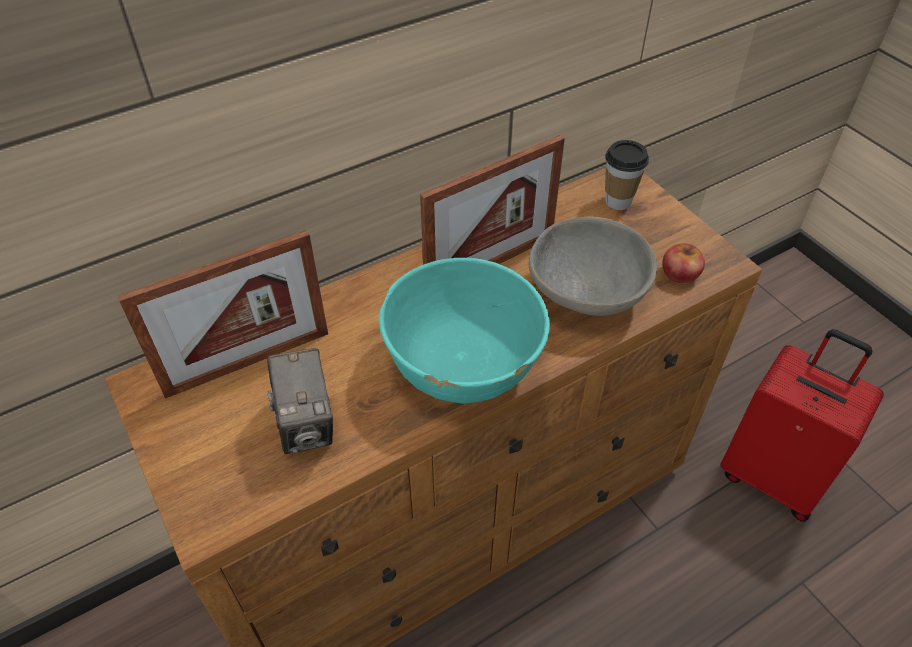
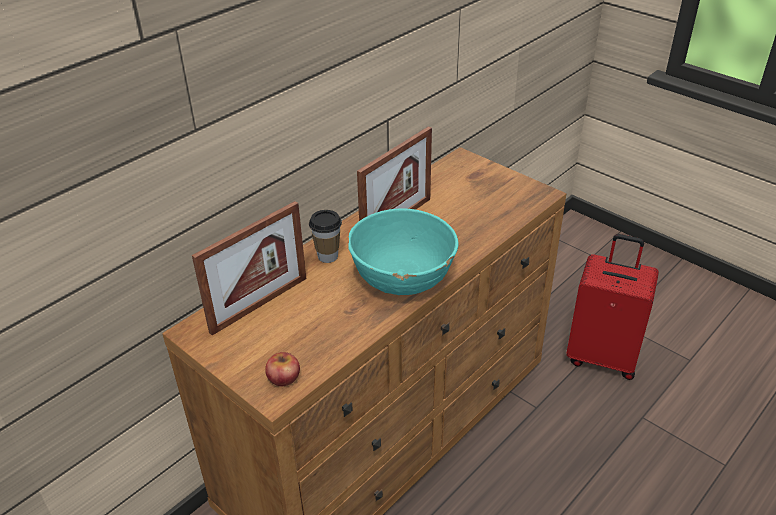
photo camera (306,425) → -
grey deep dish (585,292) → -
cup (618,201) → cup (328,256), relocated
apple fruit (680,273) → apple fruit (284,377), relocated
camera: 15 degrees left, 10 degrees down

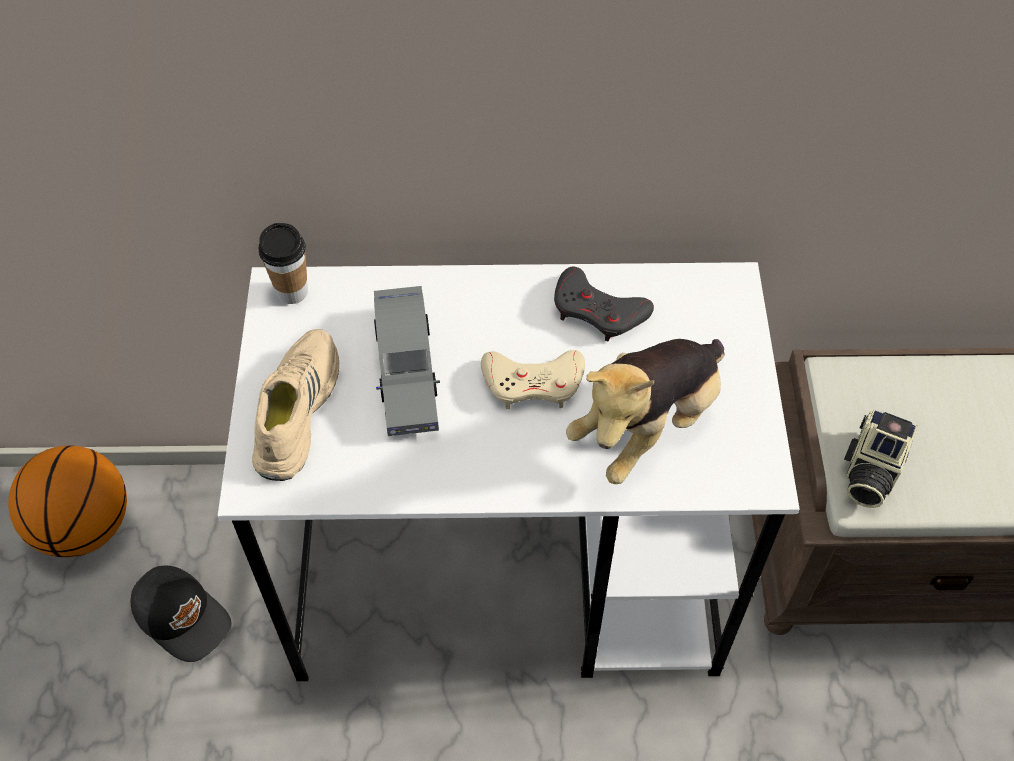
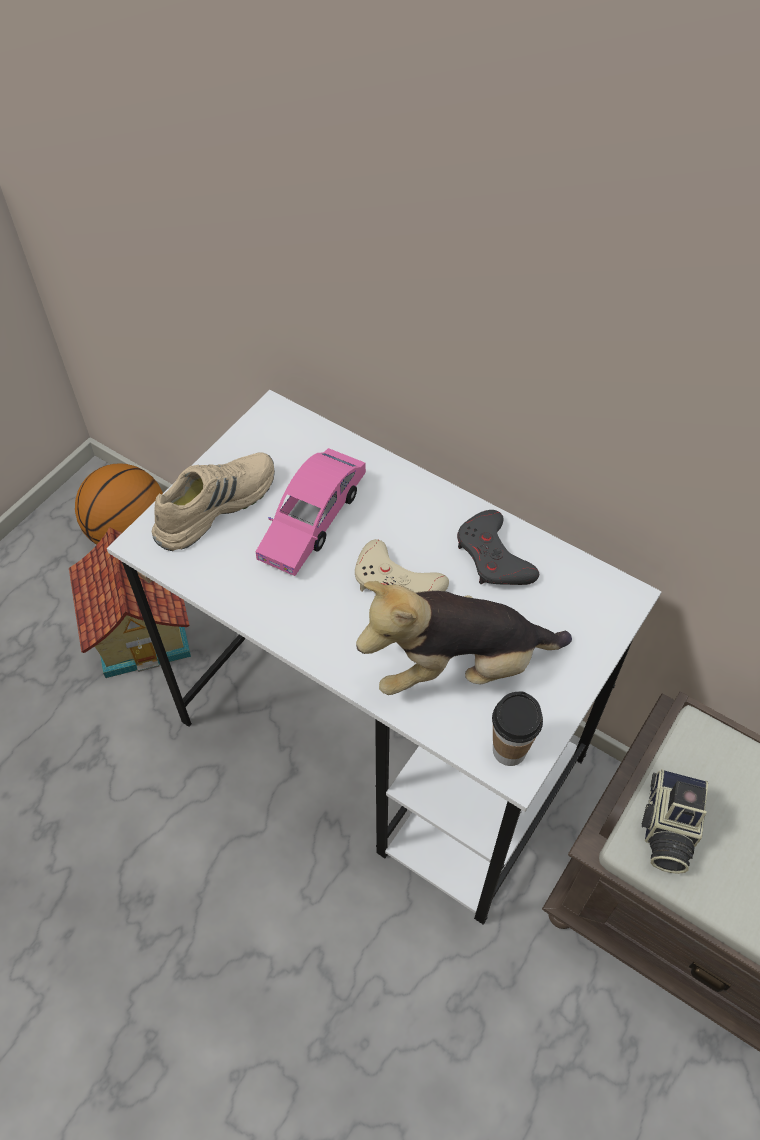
black cap (183,615) → model house (144,630)
cup (292,291) → cup (509,750), relocated
grey toy car (406,370) → pinkish toy car (313,520)
photo camera (869,470) → photo camera (666,829), 45 degrees counterclockwise
camera: 35 degrees right, 0 degrees up

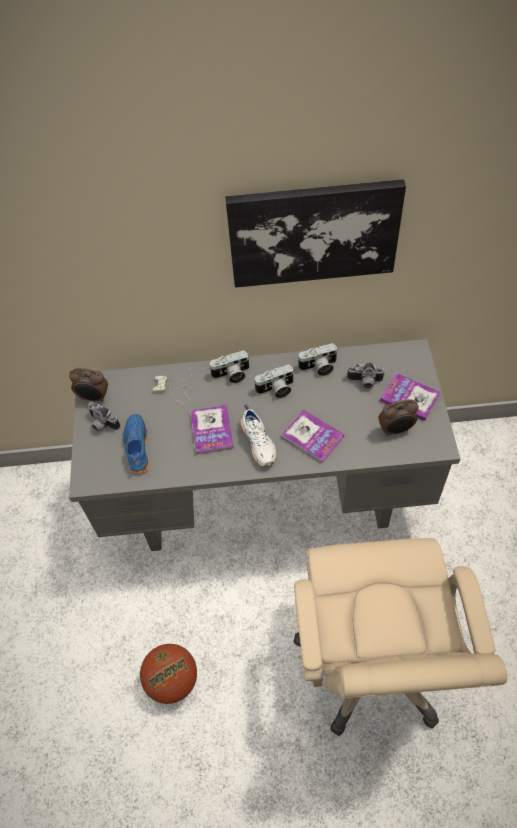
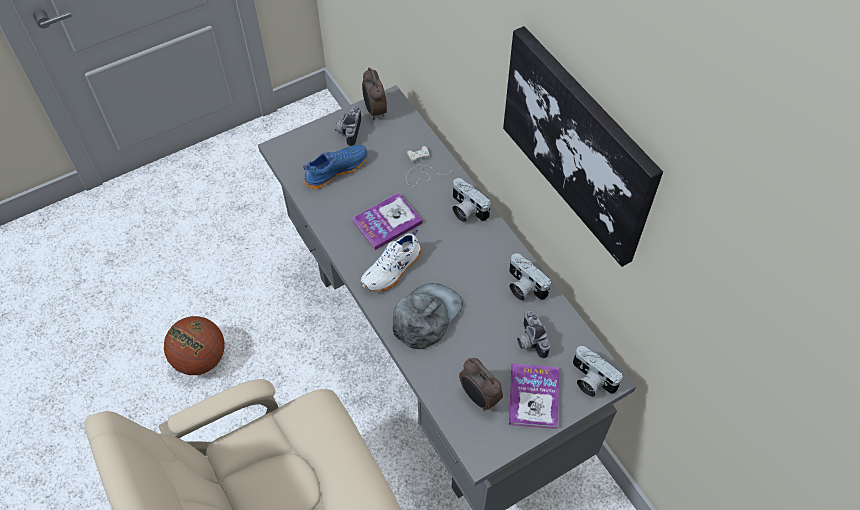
photo camera (276,389) → photo camera (590,380), relocated
book (312,437) → grey cap (425,316)
camera: 60 degrees right, 0 degrees up

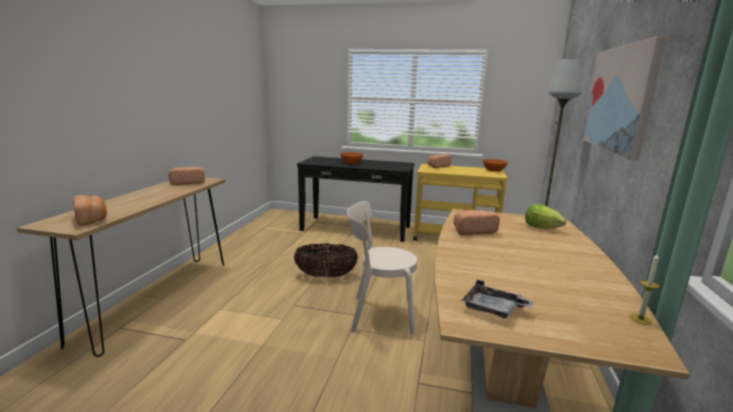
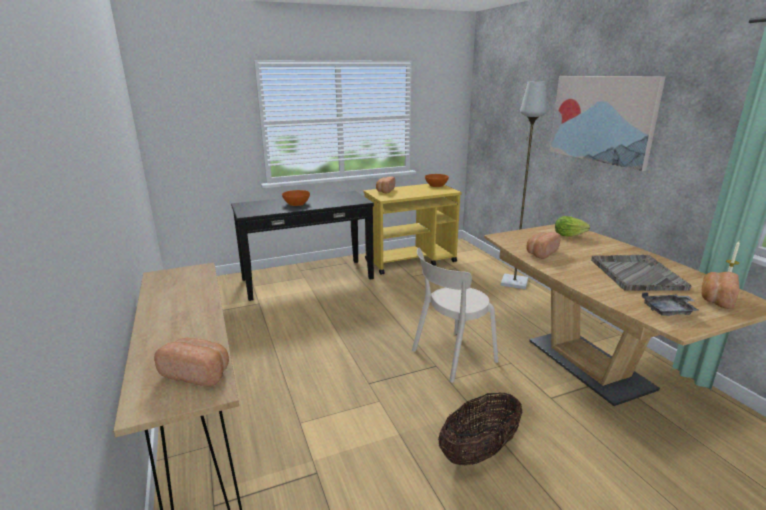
baked bread (188,183) → baked bread (715,299), relocated
storage basket (326,276) → storage basket (479,451), relocated
- → grey tray (636,274)
camera: 35 degrees left, 5 degrees up

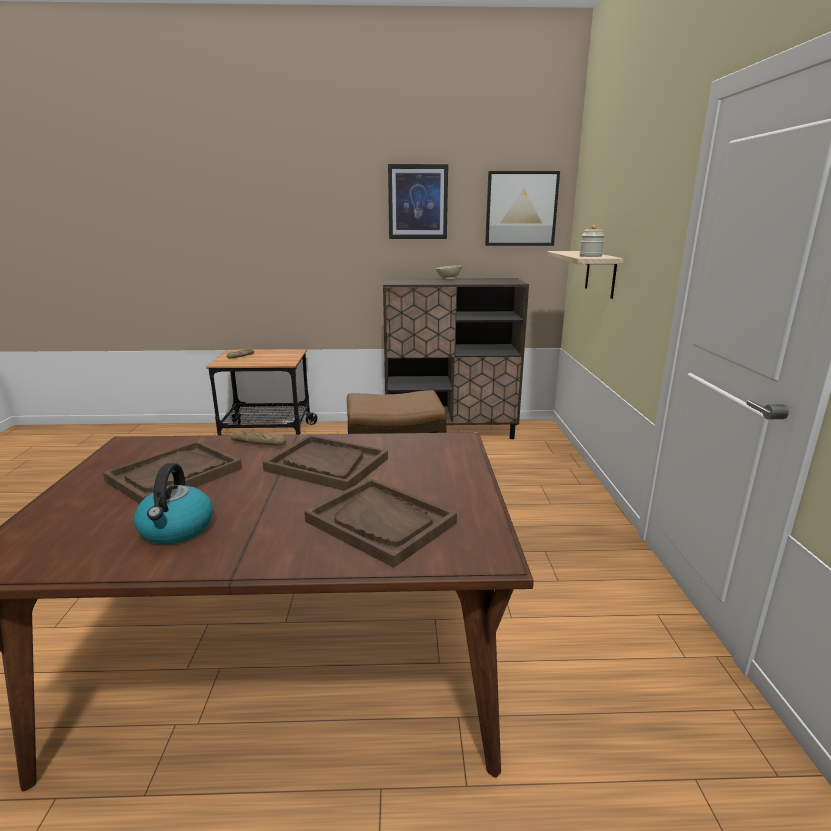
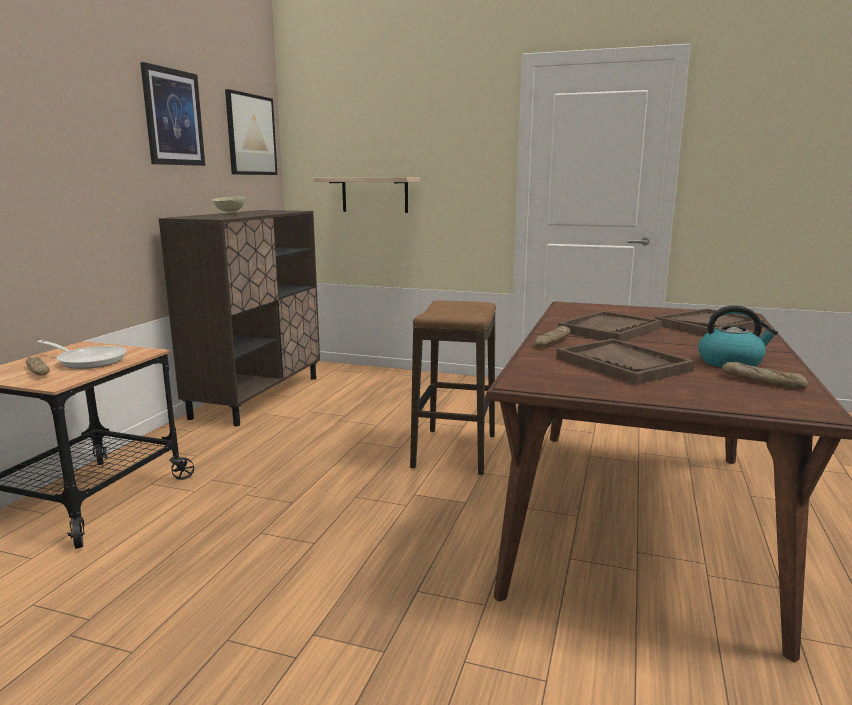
jar (590,256) → -
- → pan (88,360)
- → baked bread (762,382)
camera: 70 degrees left, 5 degrees down

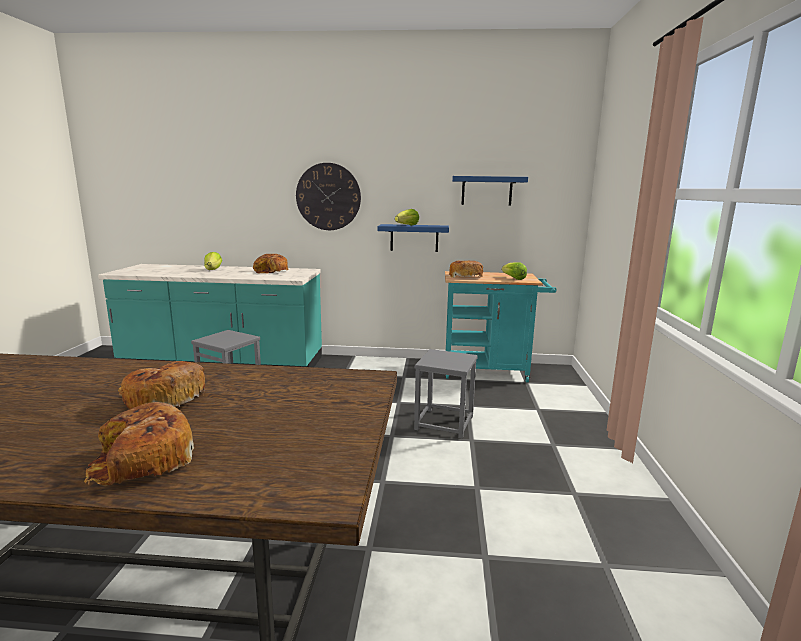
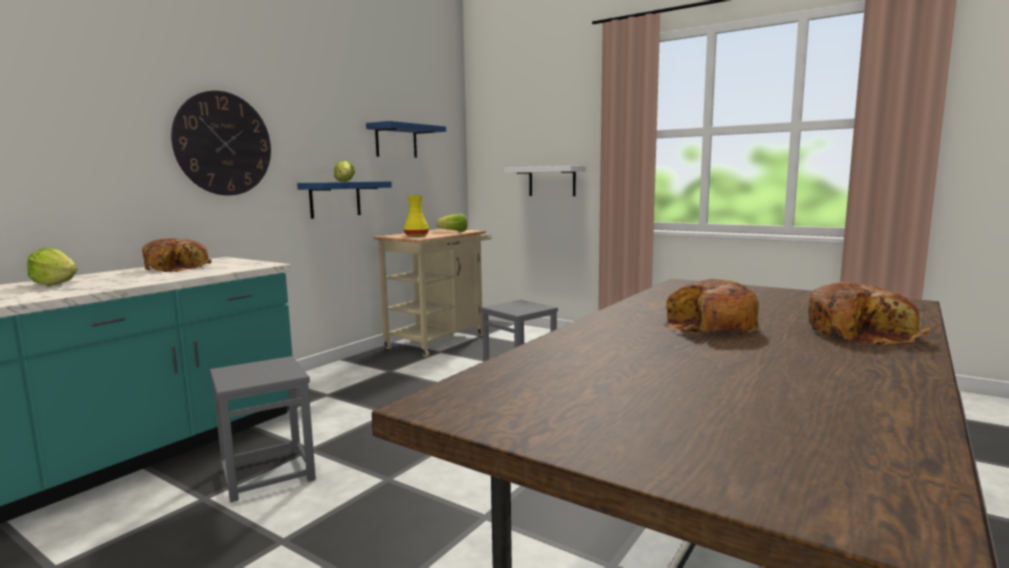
turquoise wheeled cart (491,372) → beige wheeled cart (440,340)
baked bread (465,276) → yellowish decorative vase (417,236)
- → white bracket shelf (552,181)
camera: 60 degrees left, 5 degrees down

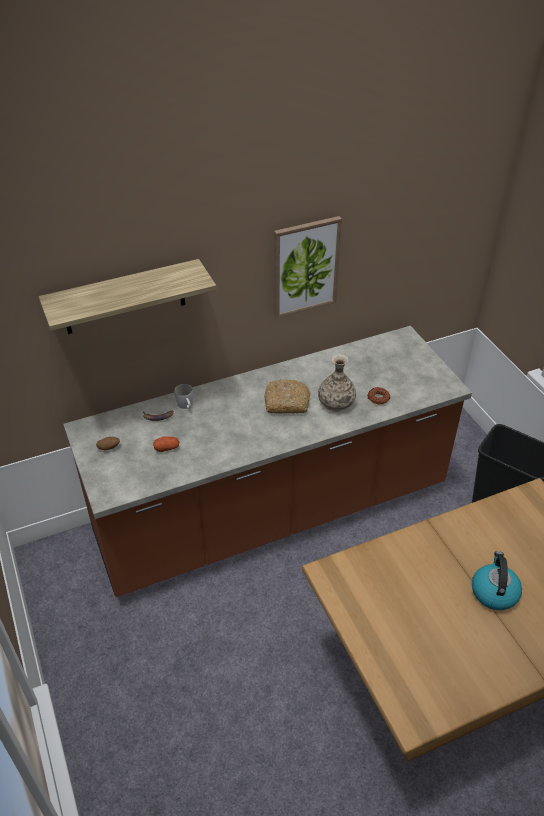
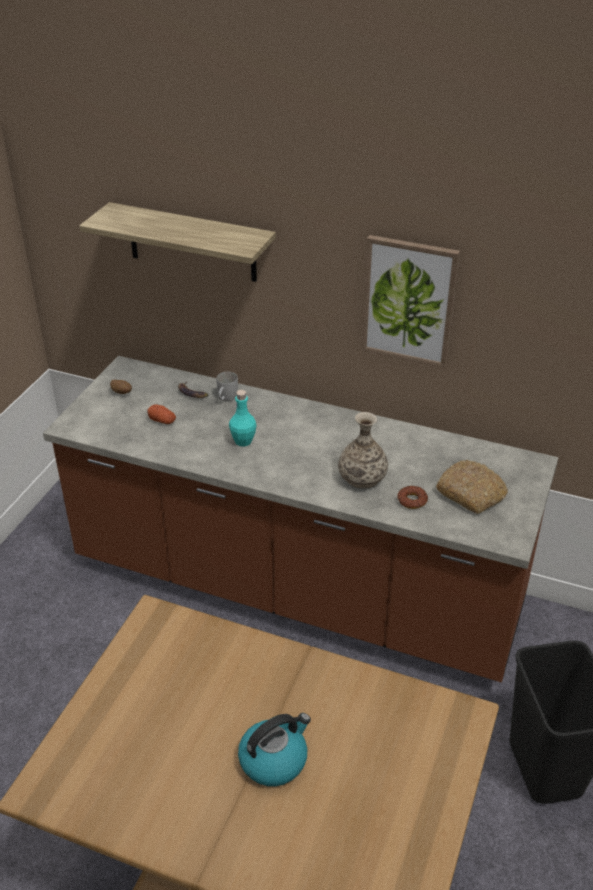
baked bread (287,402) → baked bread (471,493), relocated
- → turquoise bottle (243,441)
camera: 45 degrees right, 5 degrees down

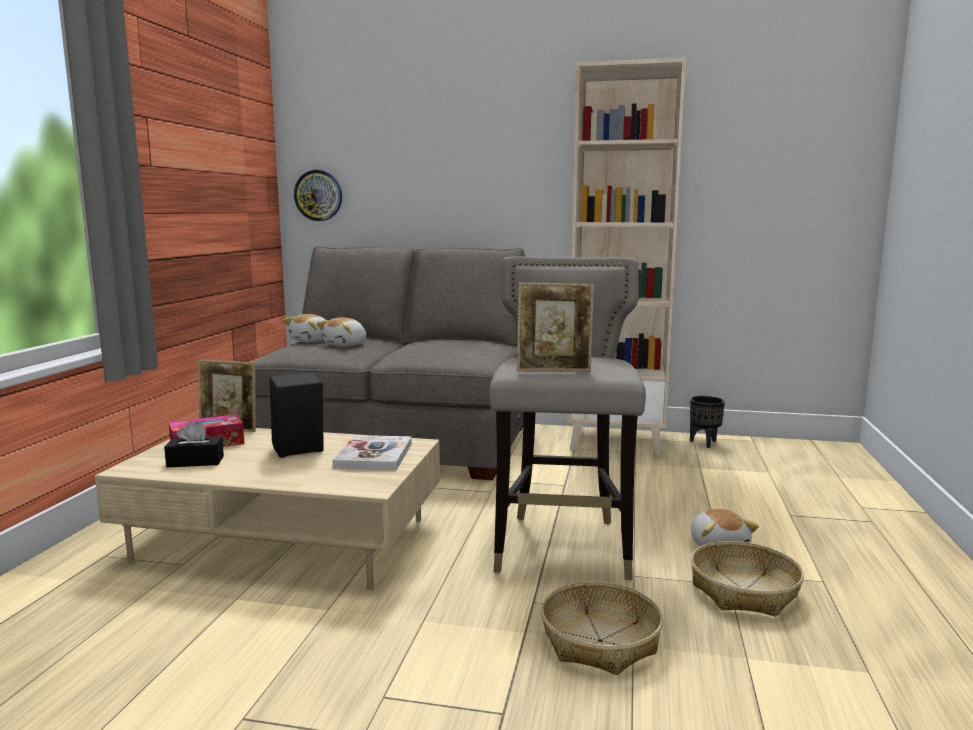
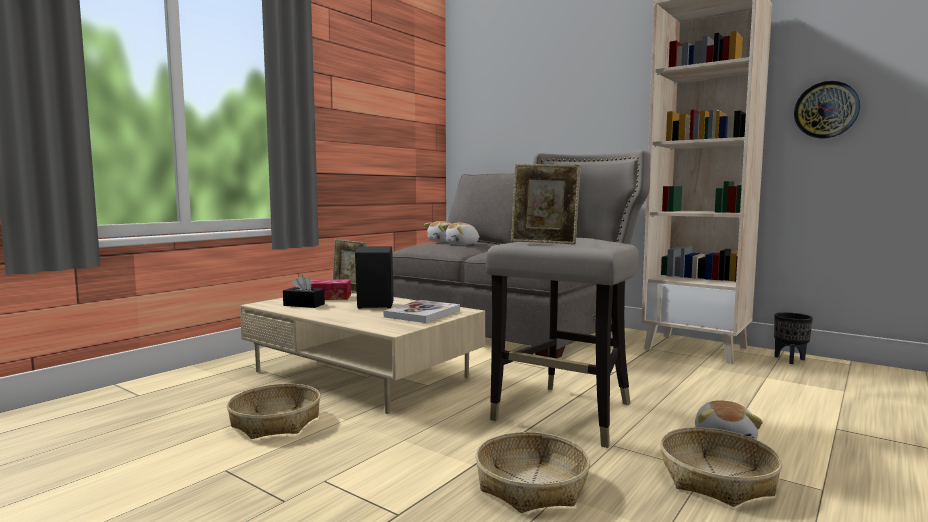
clock on the wall (318,195) → clock on the wall (826,110), relocated
- → storage basket (275,422)
camera: 25 degrees right, 5 degrees down

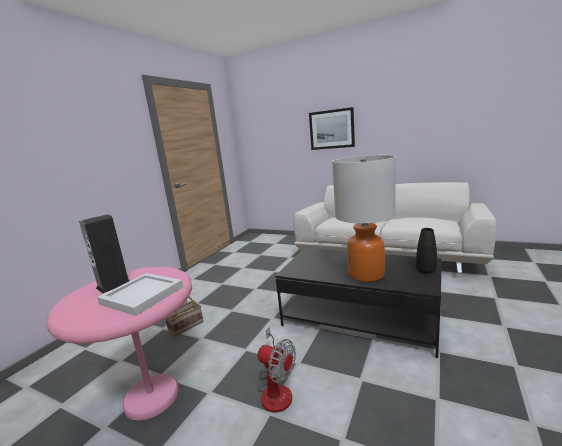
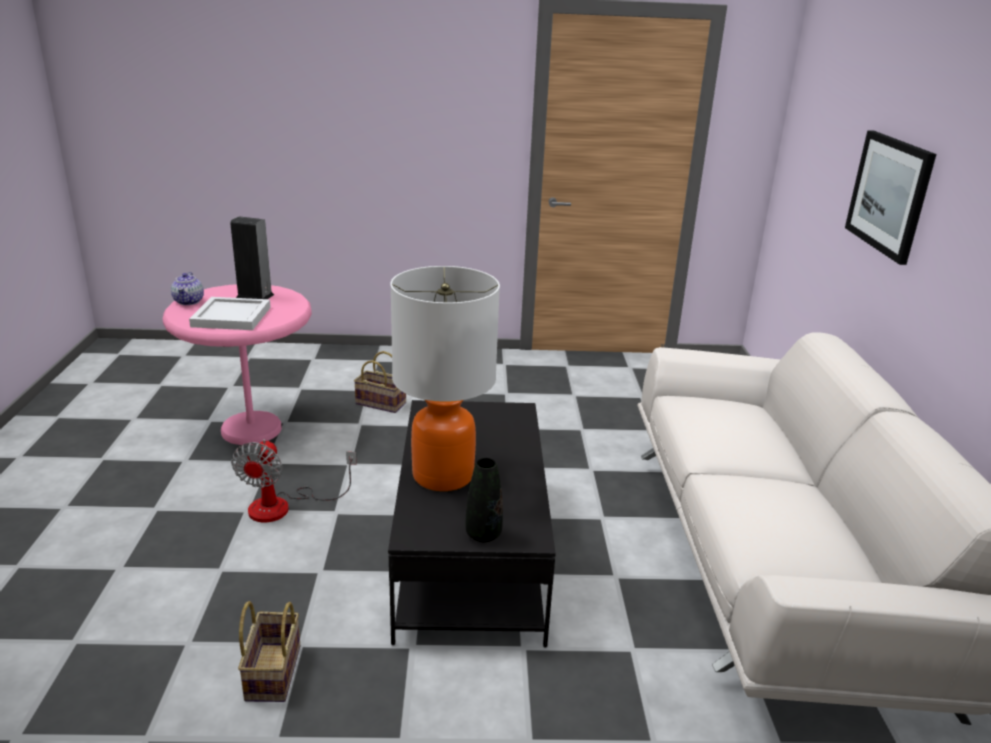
- → tea pot (189,301)
- → storage basket (272,671)
camera: 60 degrees right, 10 degrees up

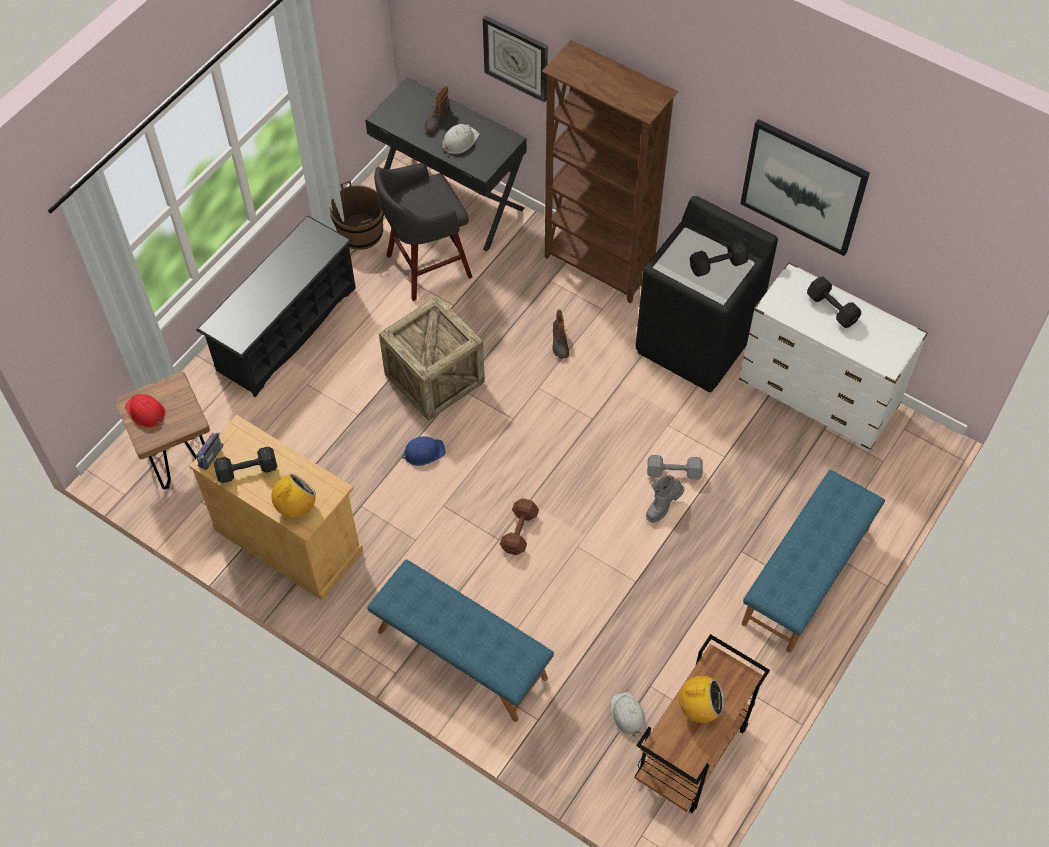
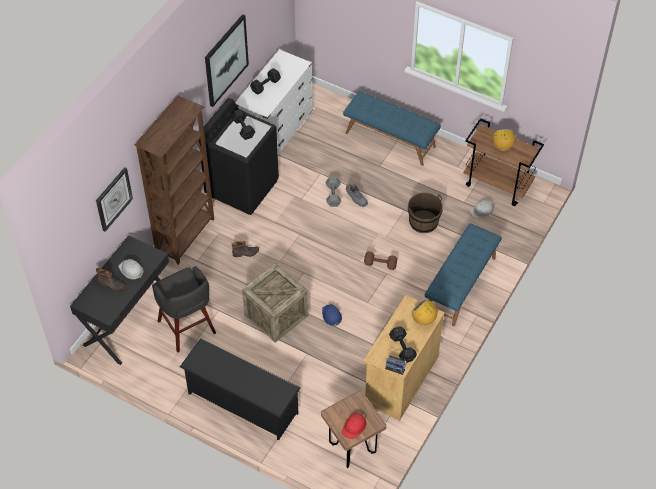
brownish water bucket (360,232) → brownish water bucket (423,222), relocated
camera: 95 degrees left, 5 degrees down

